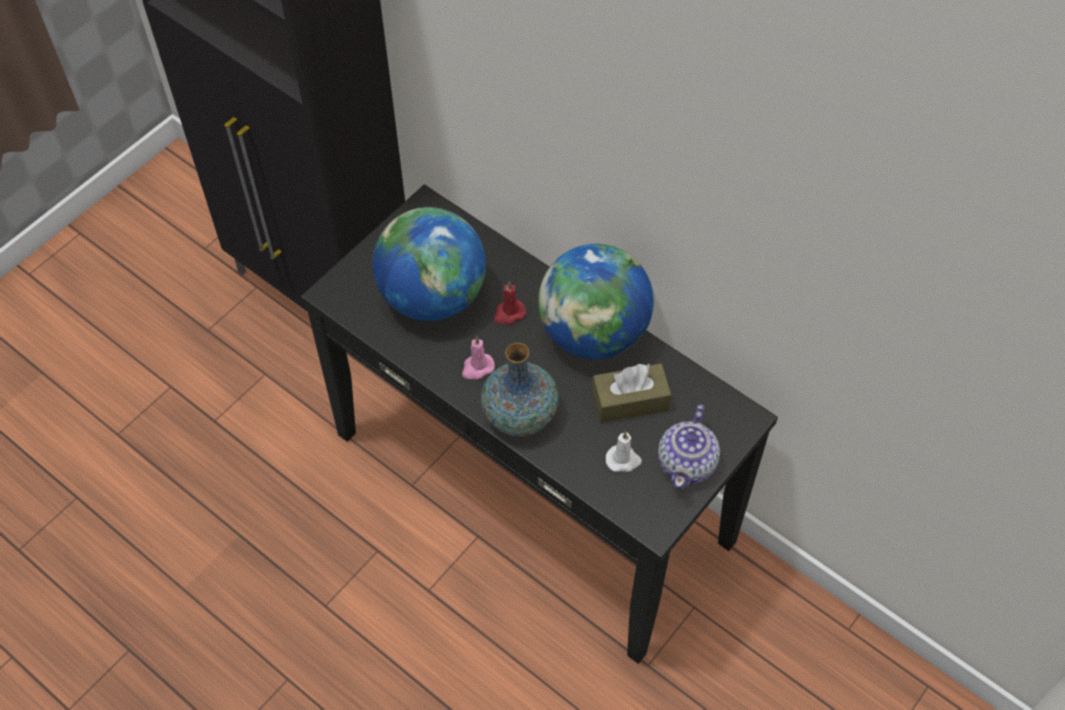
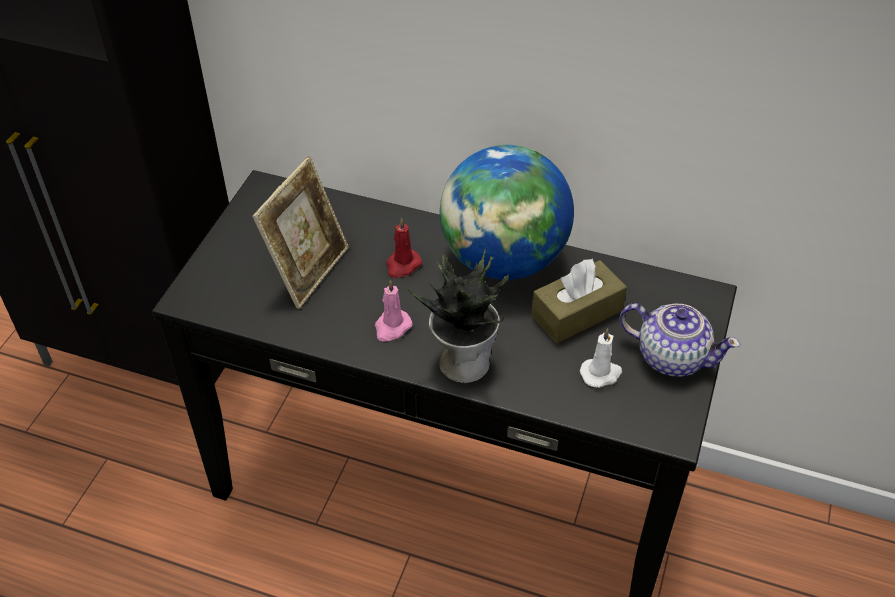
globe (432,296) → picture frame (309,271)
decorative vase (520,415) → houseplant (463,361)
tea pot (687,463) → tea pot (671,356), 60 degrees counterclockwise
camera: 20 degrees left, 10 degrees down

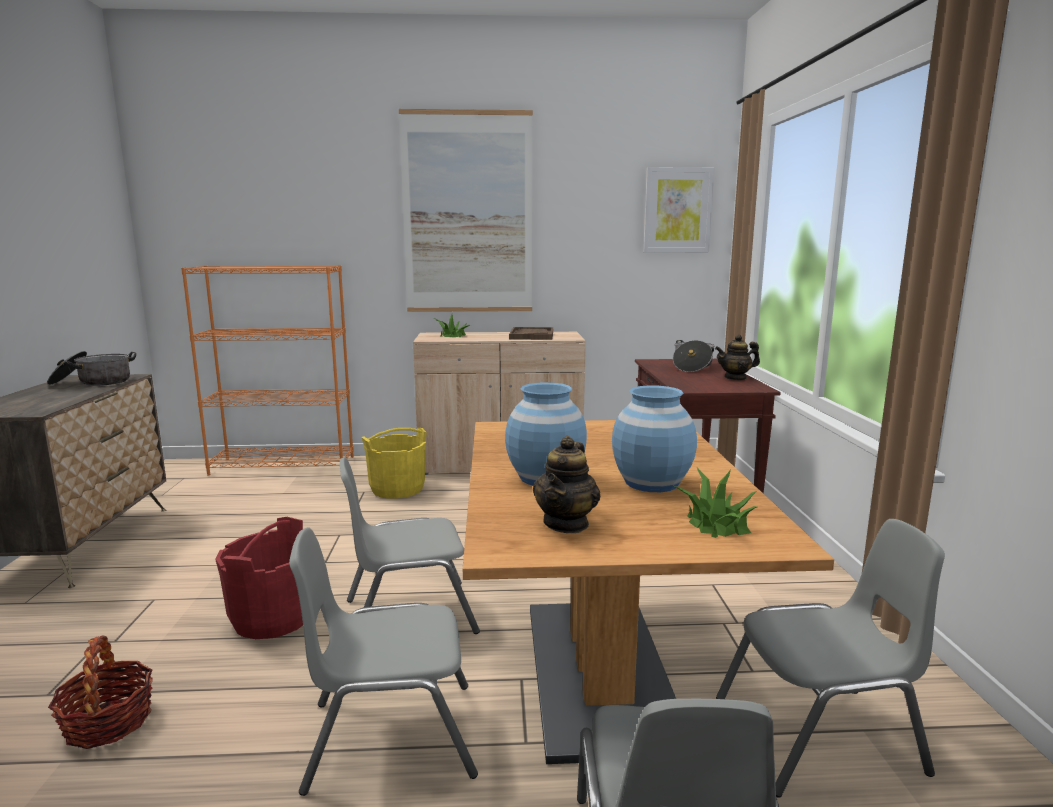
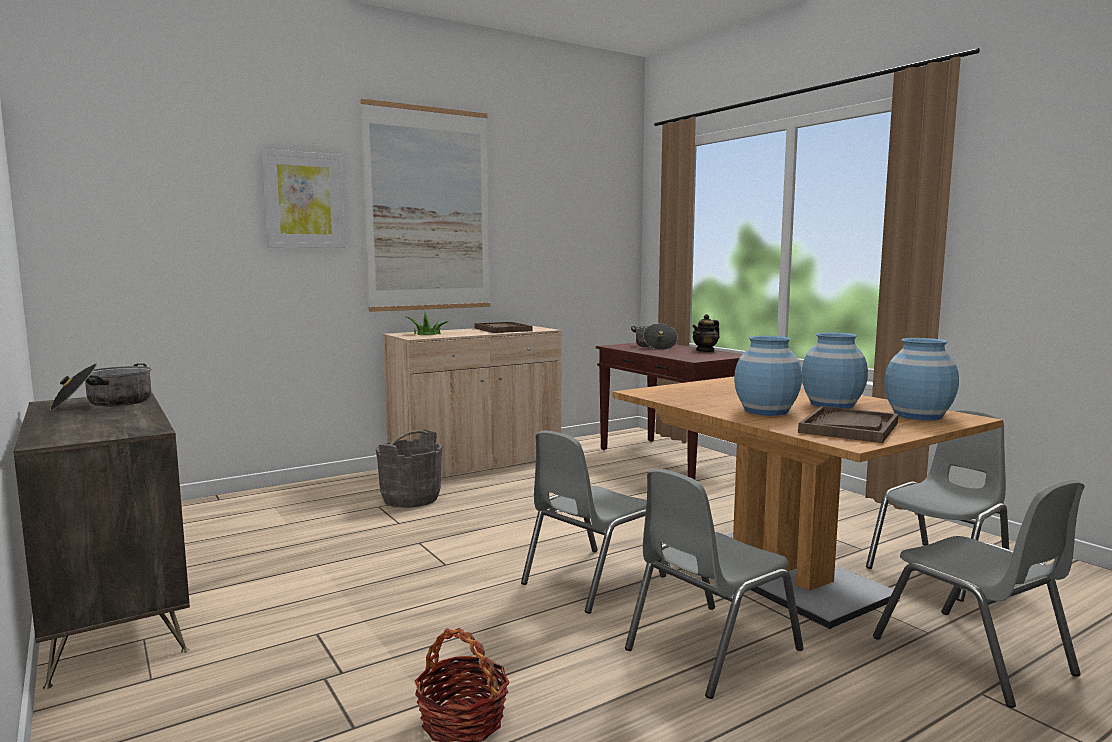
orangey bookcase (284,465) → -
red water bucket (273,617) → -
yellowish water bucket (397,489) → grey water bucket (410,498)
tea pot (566,523) → brownish tray (849,427)
wall picture (677,210) → wall picture (303,200), relocated
houseplant (717,523) → bluish decorative vase (918,415)
camera: 30 degrees left, 5 degrees down

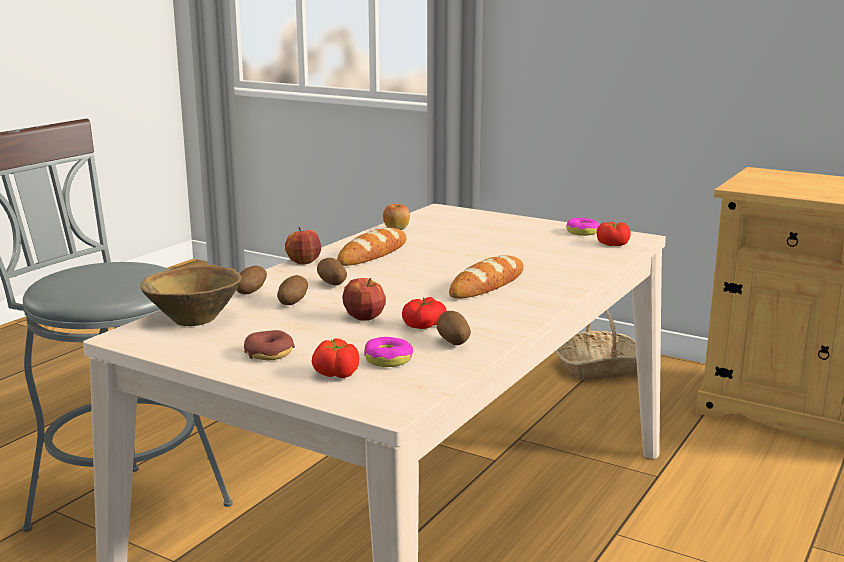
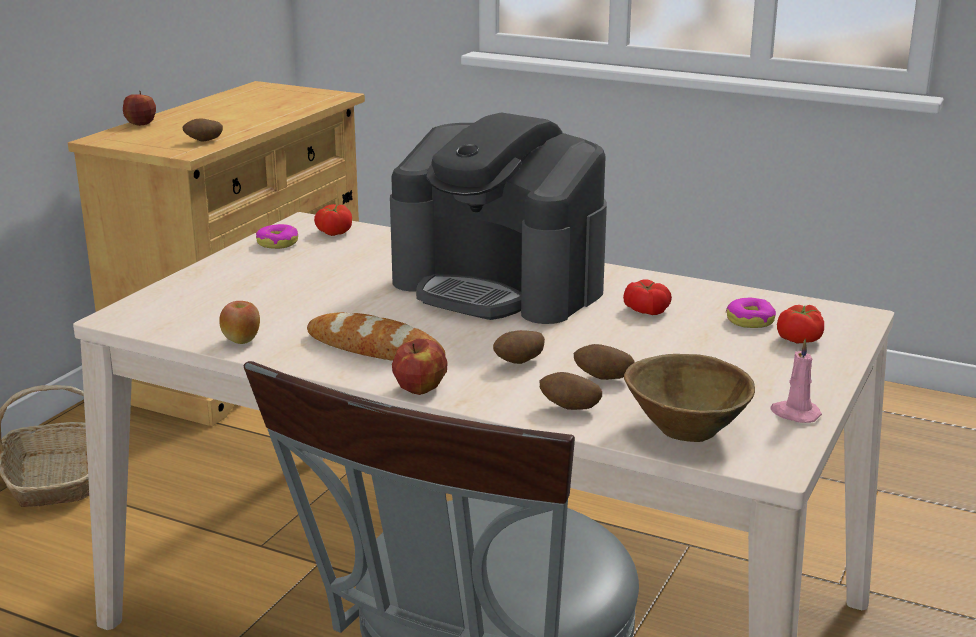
ring doughnut (269,353) → -
apple fruit (364,317) → apple fruit (140,124), relocated
whole potato (453,342) → whole potato (203,141), relocated
baked bread (487,284) → coffee machine (500,286)
- → pinkish wax light (794,414)
camera: 95 degrees left, 5 degrees up

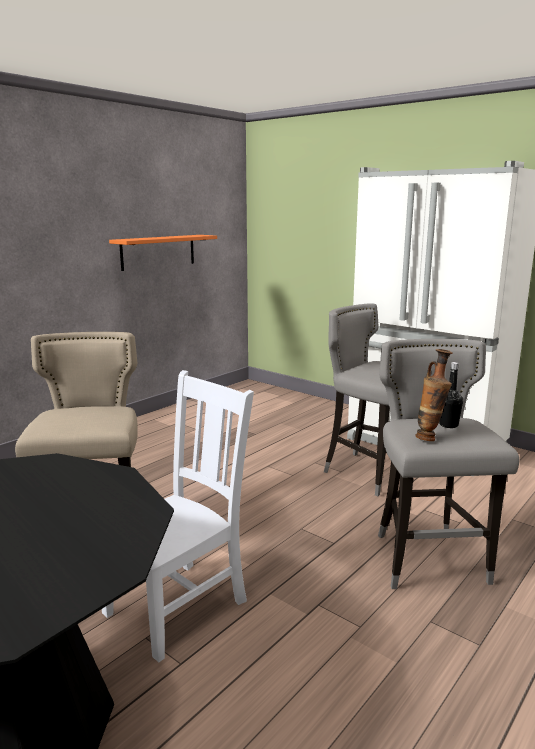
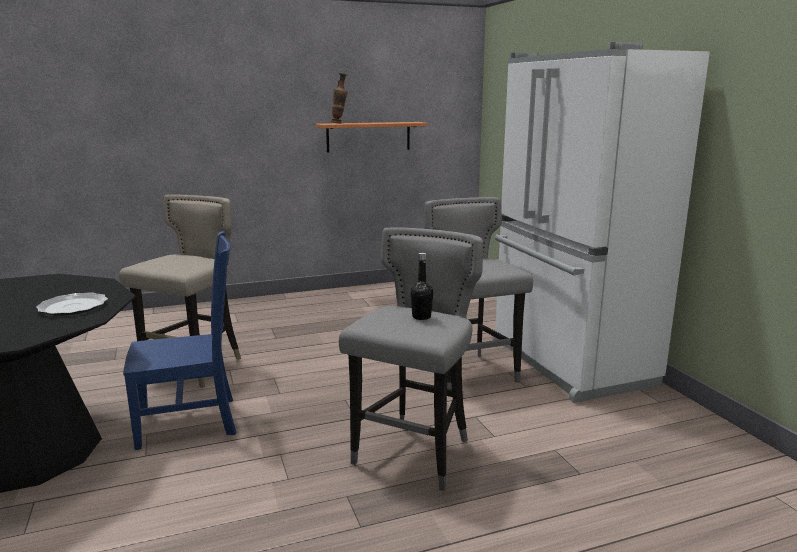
white upright chair (180,605) → bluish upright chair (191,422)
decorative vase (430,438) → decorative vase (340,123), relocated
- → plate (73,307)
camera: 30 degrees right, 0 degrees up

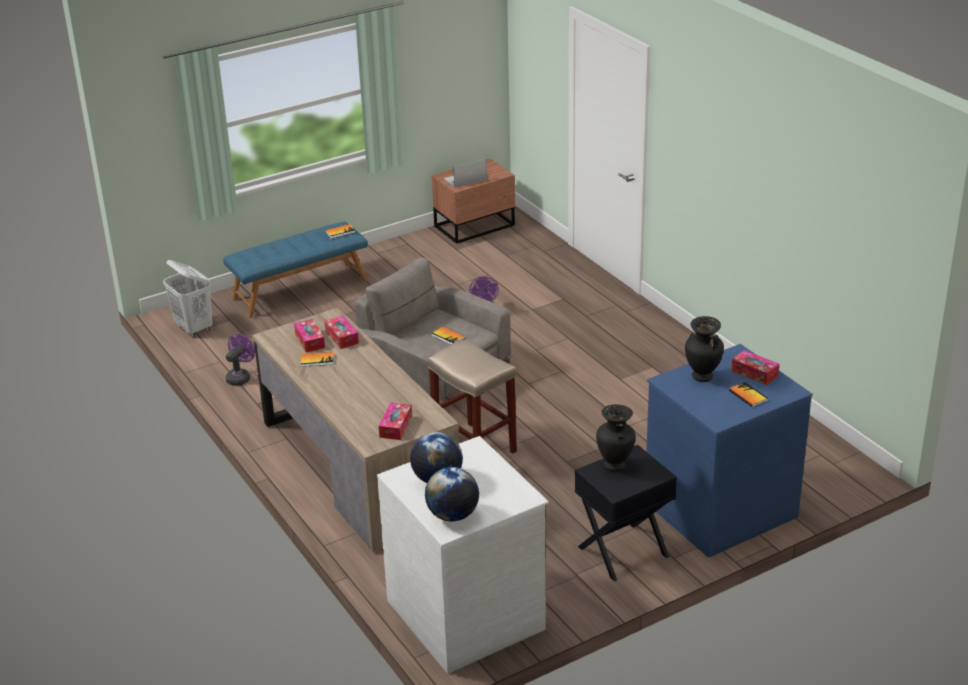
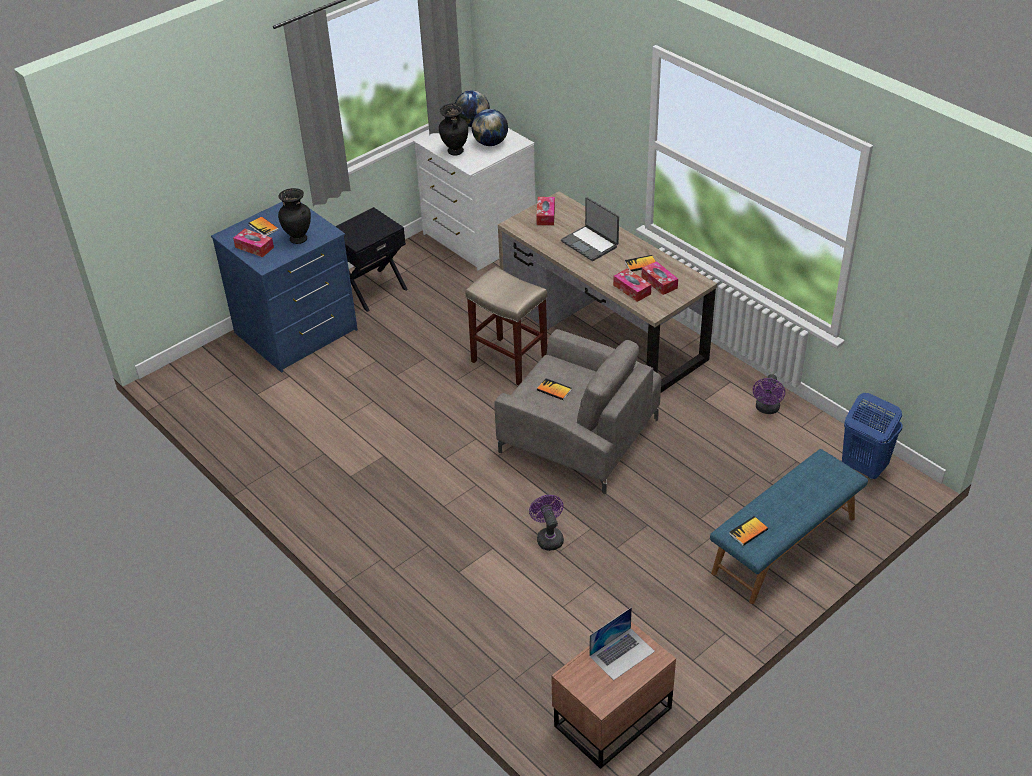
white laundry basket (194,328) → bluish laundry basket (863,467)
black decorative vase (615,465) → black decorative vase (455,151), relocated
- → notebook computer (590,244)
camera: 170 degrees right, 10 degrees up

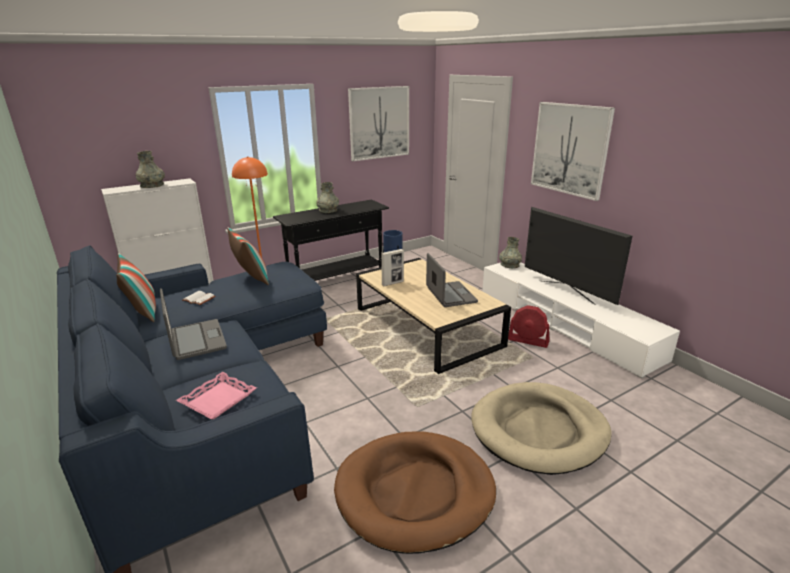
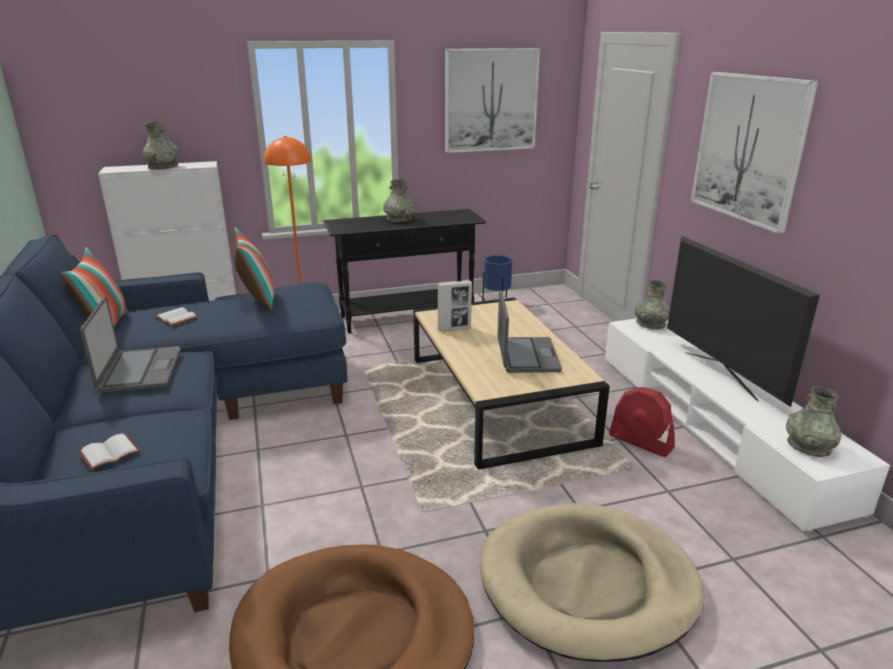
pinkish tray (218,399) → white book (110,452)
- → grey decorative vase (808,446)
camera: 15 degrees right, 0 degrees up

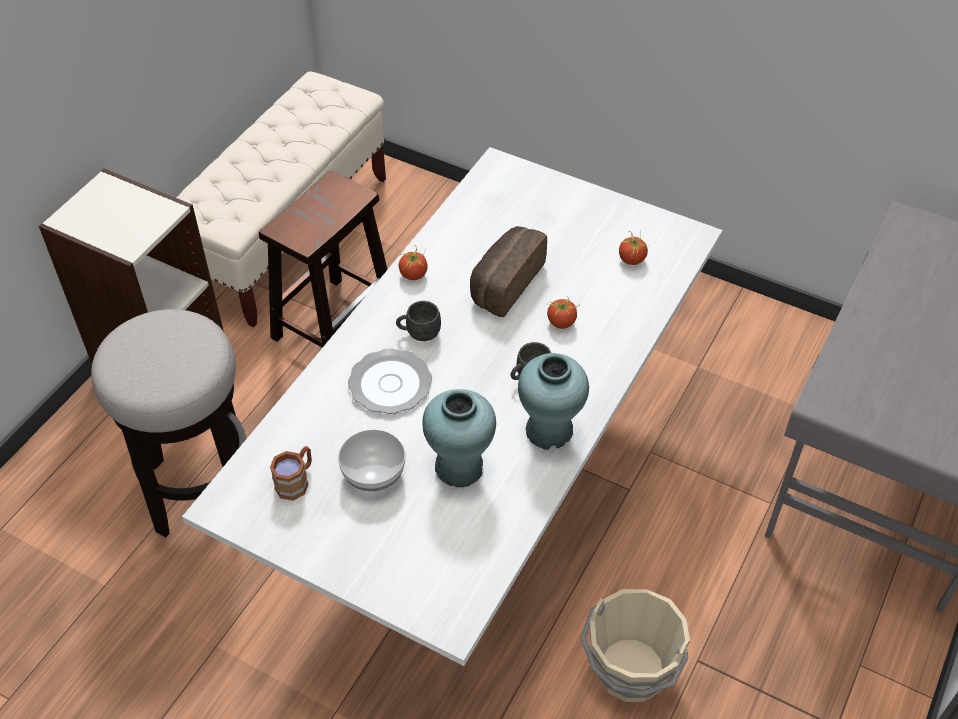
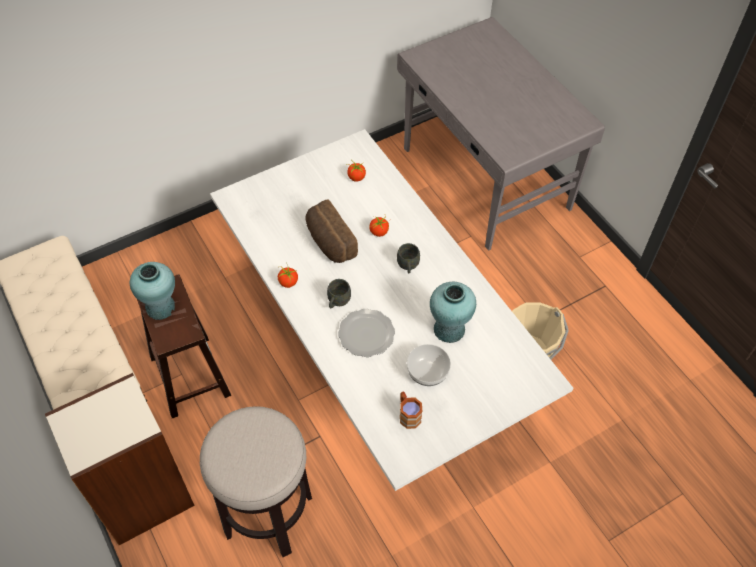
turquoise decorative vase (549,430) → turquoise decorative vase (160,307), relocated
camera: 60 degrees left, 5 degrees up

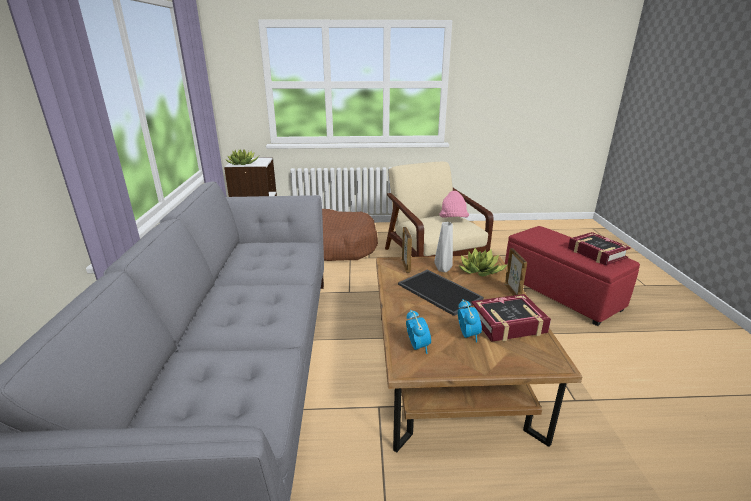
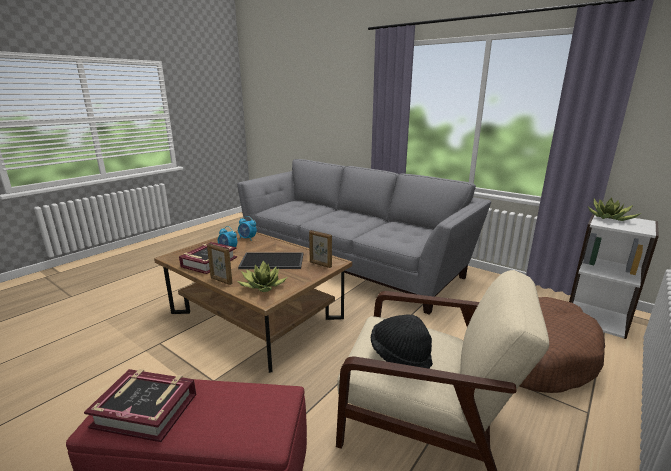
grey decorative vase (443,269) → -
pinkish hat (453,219) → black hat (400,356)
camera: 130 degrees right, 5 degrees down

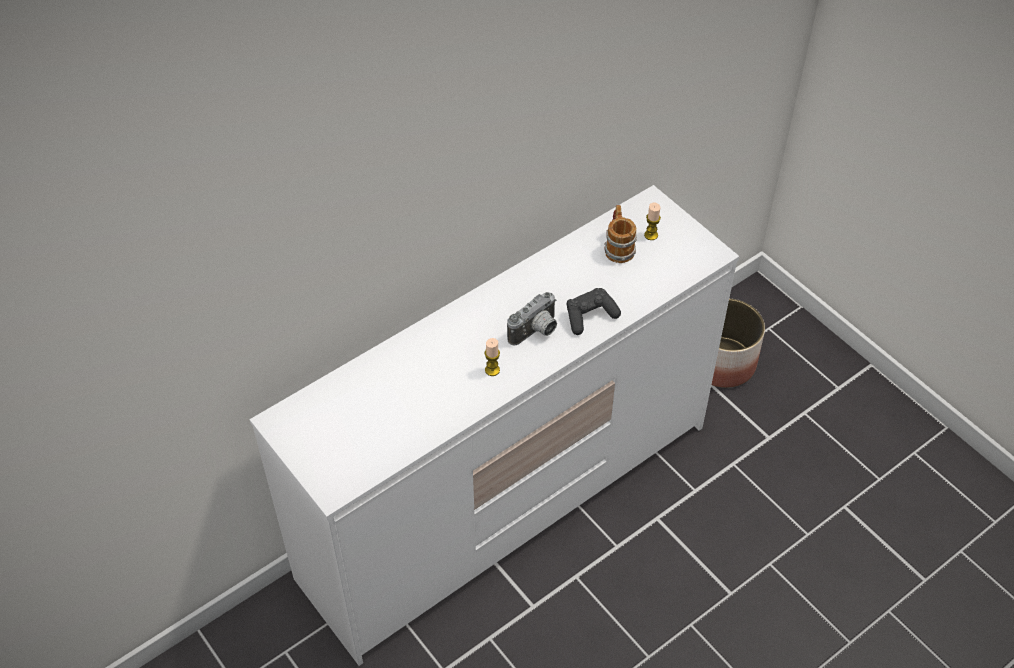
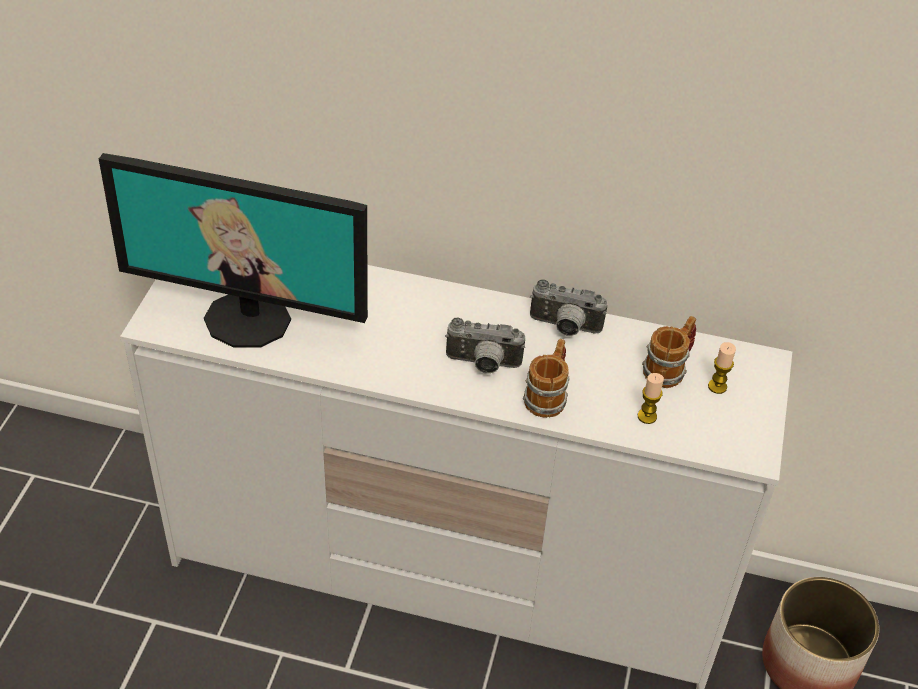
wax light (492,370) → wax light (647,416), relocated
black game controller (590,316) → tea mug (548,395)
- → monitor (248,318)
- → photo camera (564,328)
camera: 50 degrees right, 5 degrees down

